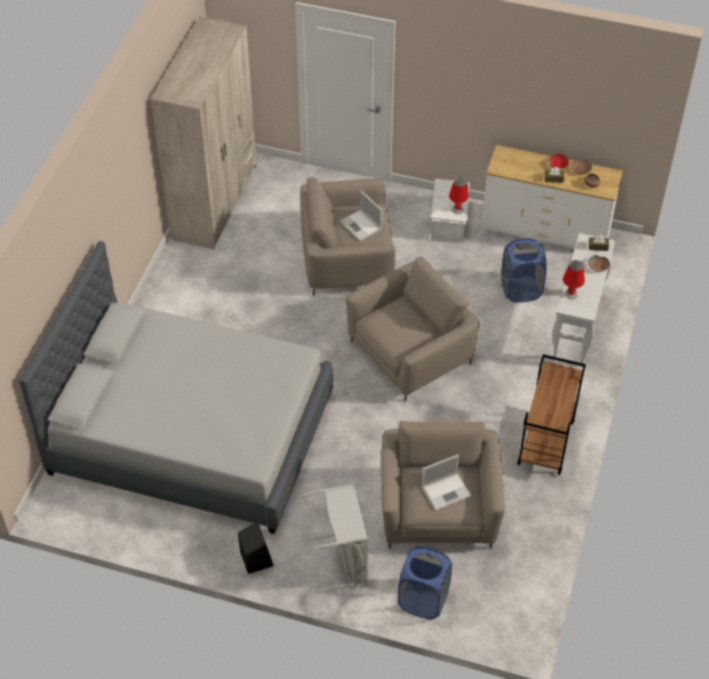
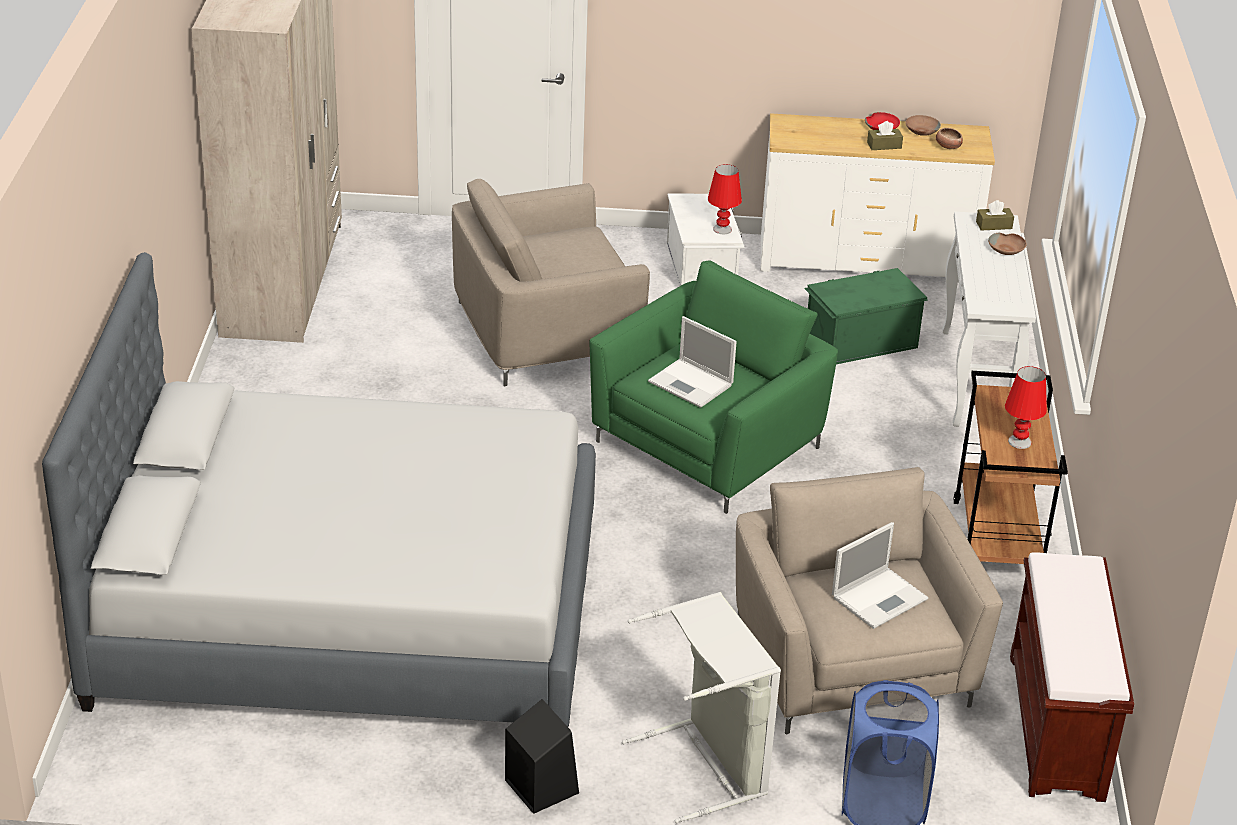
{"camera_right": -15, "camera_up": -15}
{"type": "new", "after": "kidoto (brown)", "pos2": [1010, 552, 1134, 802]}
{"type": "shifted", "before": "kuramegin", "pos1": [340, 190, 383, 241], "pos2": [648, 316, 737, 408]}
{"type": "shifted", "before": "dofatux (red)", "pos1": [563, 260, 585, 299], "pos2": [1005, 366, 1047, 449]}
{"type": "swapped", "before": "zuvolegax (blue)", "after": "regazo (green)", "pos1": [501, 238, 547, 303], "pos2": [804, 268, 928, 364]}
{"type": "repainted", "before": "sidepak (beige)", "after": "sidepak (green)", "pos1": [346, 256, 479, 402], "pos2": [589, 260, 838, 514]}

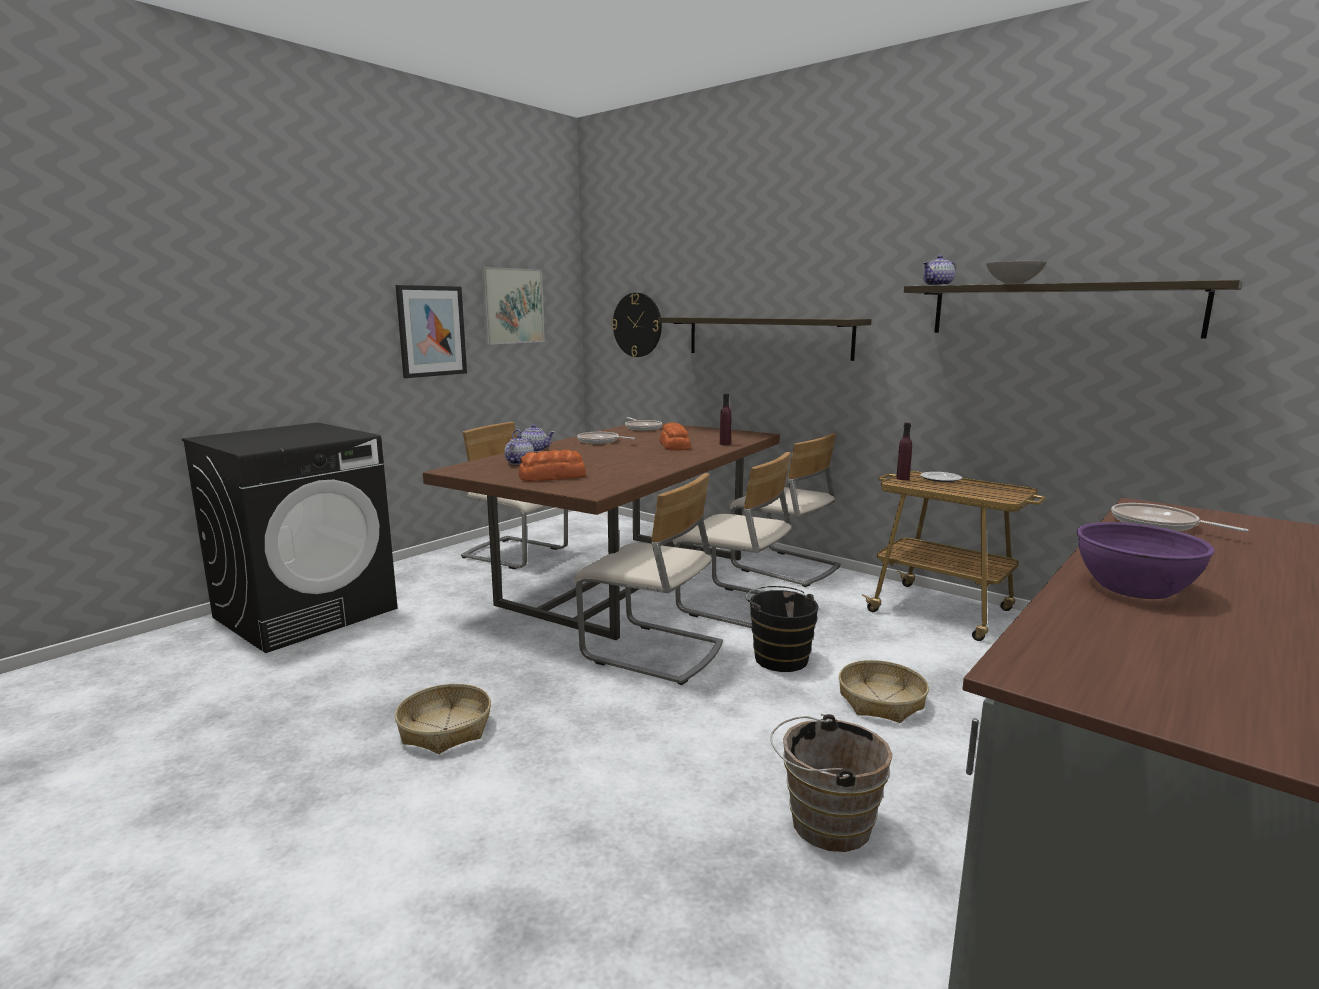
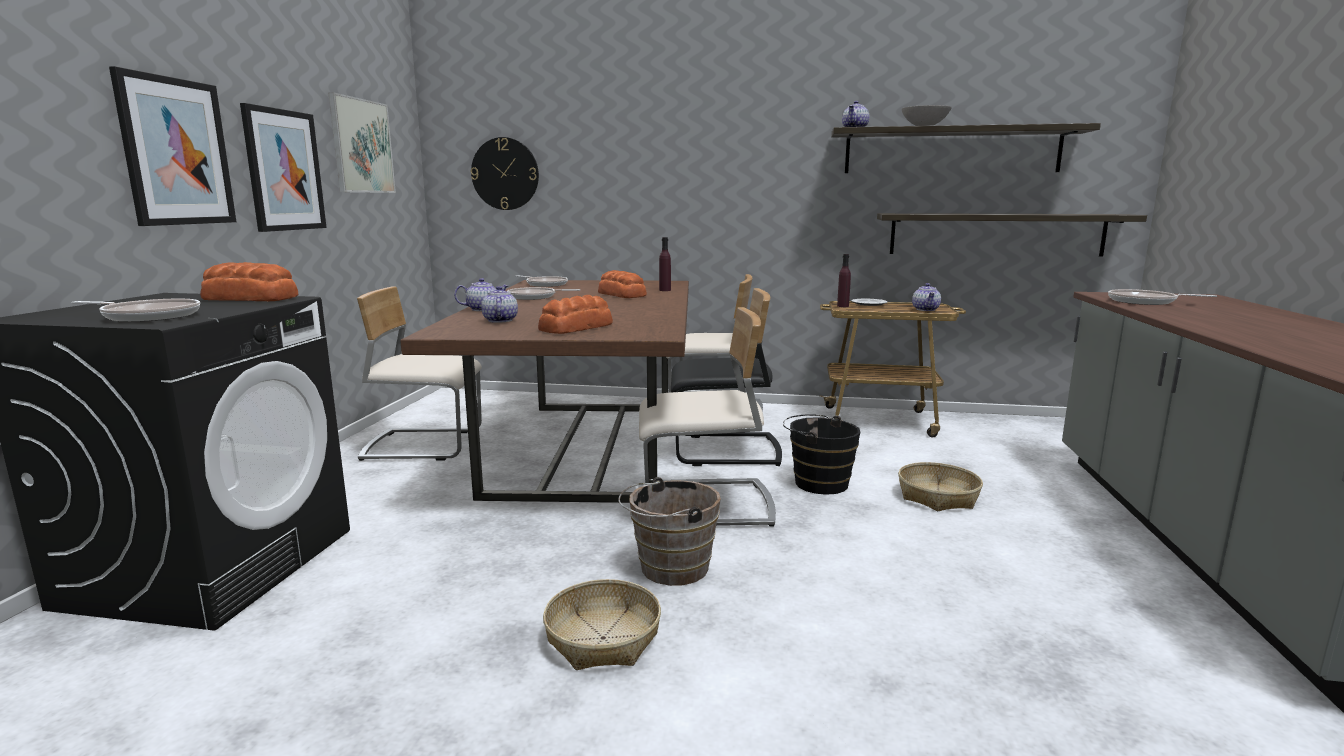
{"camera_right": -30, "camera_up": 0}
{"type": "gone", "before": "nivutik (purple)", "pos1": [1077, 522, 1215, 599]}
{"type": "new", "after": "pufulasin", "pos2": [72, 299, 200, 322]}
{"type": "new", "after": "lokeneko", "pos2": [109, 66, 236, 226]}
{"type": "new", "after": "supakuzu", "pos2": [200, 262, 298, 301]}
{"type": "new", "after": "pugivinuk", "pos2": [912, 283, 941, 311]}
{"type": "shifted", "before": "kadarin", "pos1": [658, 317, 871, 361], "pos2": [877, 213, 1147, 257]}
{"type": "shifted", "before": "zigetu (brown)", "pos1": [770, 714, 893, 852], "pos2": [618, 477, 721, 586]}
{"type": "repainted", "before": "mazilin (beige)", "after": "mazilin (black)", "pos1": [673, 452, 791, 628], "pos2": [671, 288, 782, 466]}

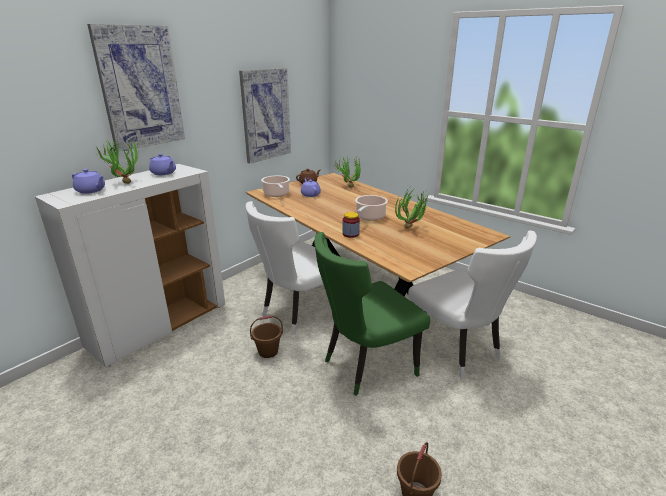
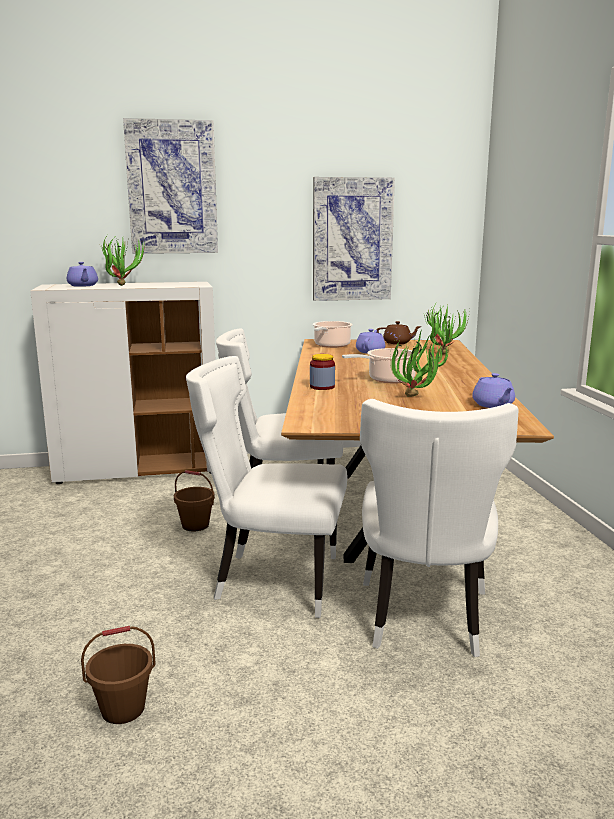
{"camera_right": 40, "camera_up": -10}
{"type": "shifted", "before": "pugivinuk (purple)", "pos1": [149, 154, 176, 175], "pos2": [472, 373, 515, 408]}
{"type": "repainted", "before": "mazilin (green)", "after": "mazilin (white)", "pos1": [314, 232, 430, 396], "pos2": [186, 356, 347, 618]}

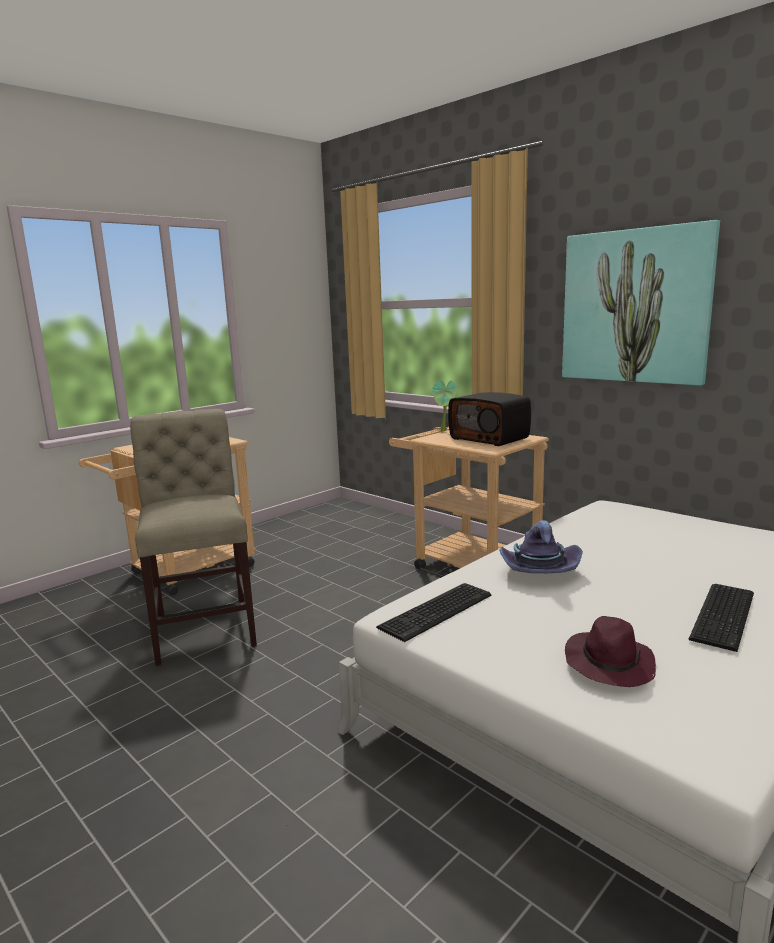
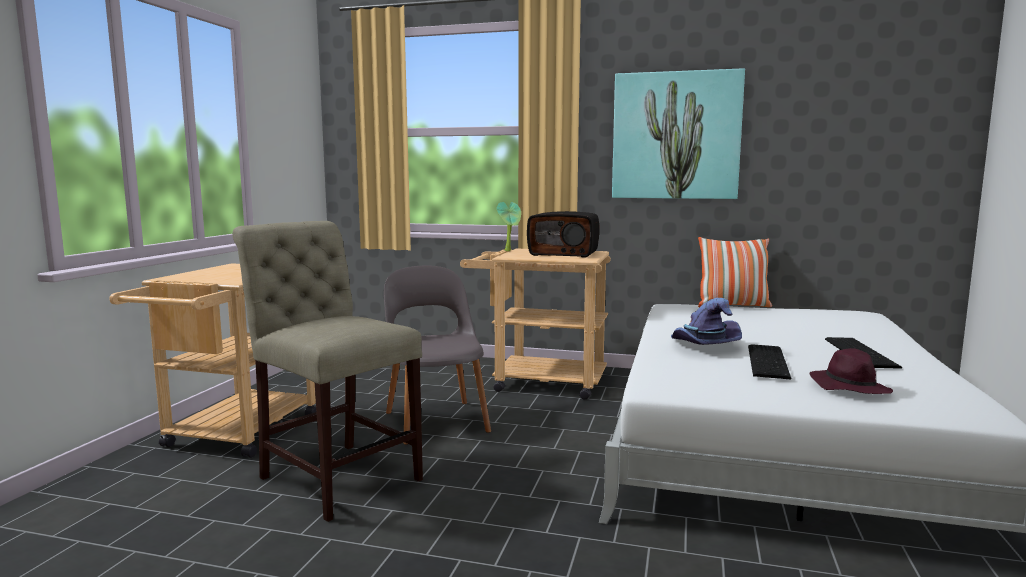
{"camera_right": -30, "camera_up": -5}
{"type": "new", "after": "mazilin (grey)", "pos2": [384, 265, 491, 445]}
{"type": "new", "after": "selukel", "pos2": [698, 237, 772, 307]}
{"type": "shifted", "before": "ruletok", "pos1": [376, 583, 491, 642], "pos2": [748, 344, 792, 379]}

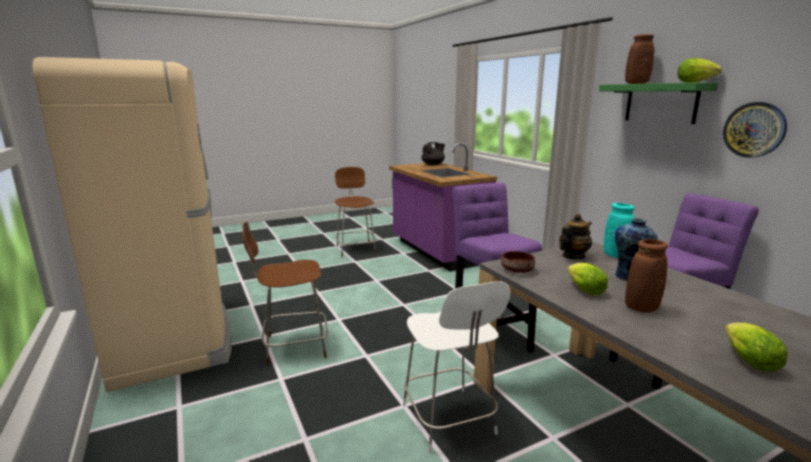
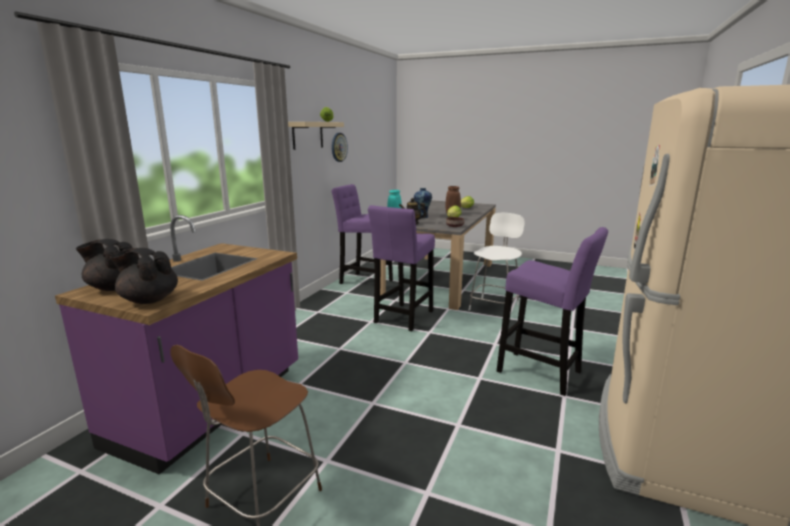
{"camera_right": -130, "camera_up": 0}
{"type": "gone", "before": "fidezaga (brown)", "pos1": [625, 34, 654, 84]}
{"type": "new", "after": "pugivinuk (black)", "pos2": [110, 248, 178, 304]}
{"type": "swapped", "before": "mazilin (brown)", "after": "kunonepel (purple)", "pos1": [242, 222, 328, 366], "pos2": [497, 227, 608, 396]}
{"type": "repainted", "before": "kadarin (green)", "after": "kadarin (beige)", "pos1": [599, 82, 718, 124], "pos2": [288, 122, 344, 150]}

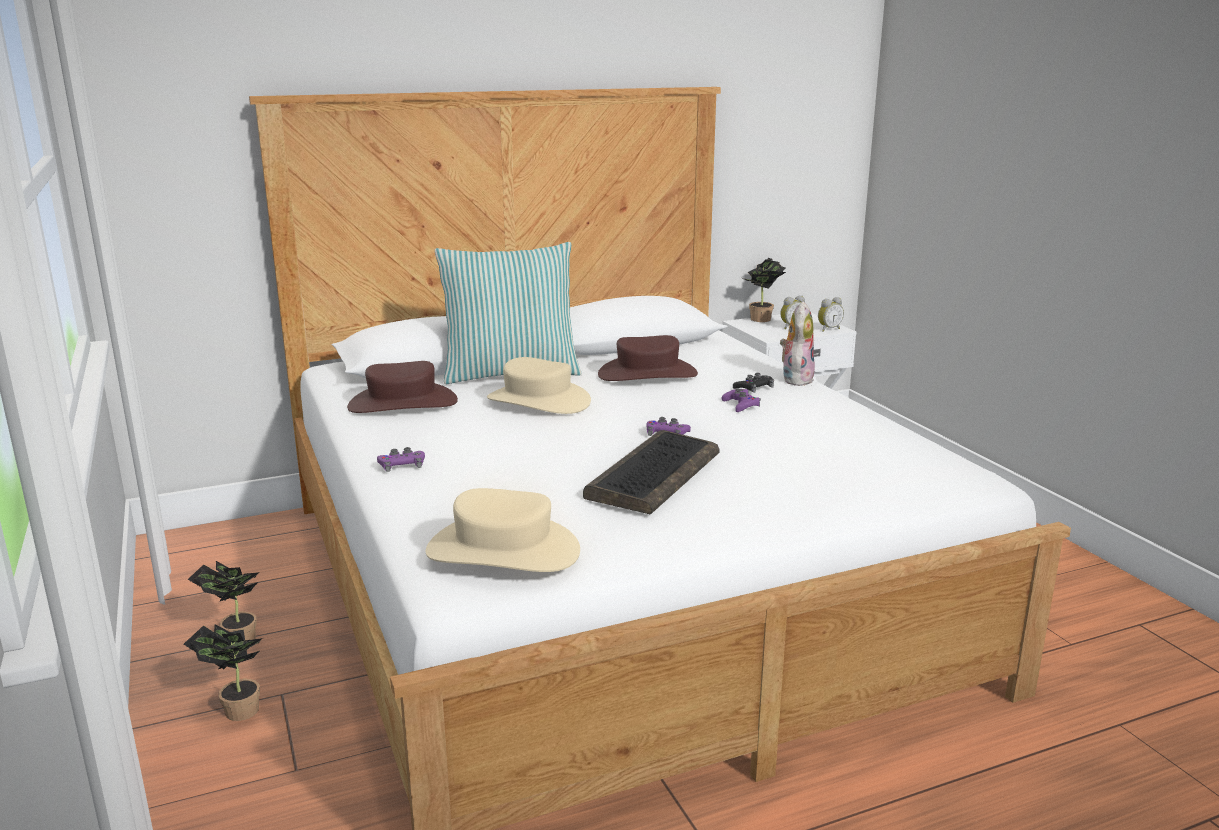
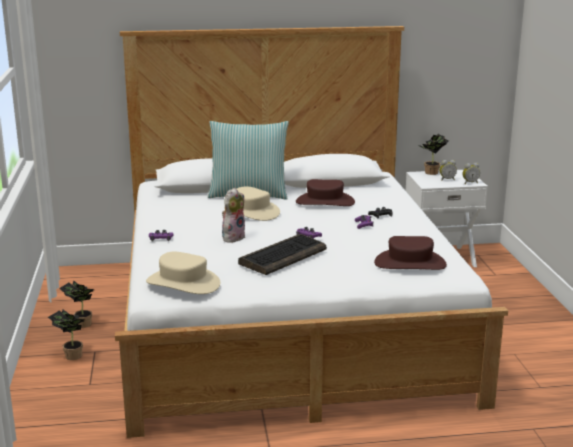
{"camera_right": 15, "camera_up": 0}
{"type": "shifted", "before": "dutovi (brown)", "pos1": [347, 361, 458, 413], "pos2": [374, 236, 447, 270]}
{"type": "shifted", "before": "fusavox", "pos1": [780, 301, 815, 386], "pos2": [222, 188, 246, 243]}

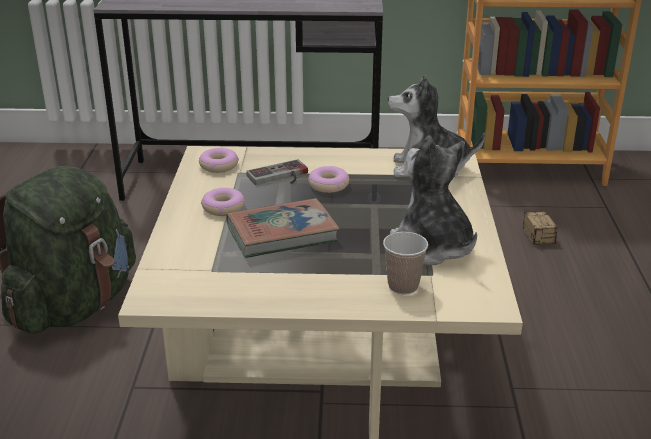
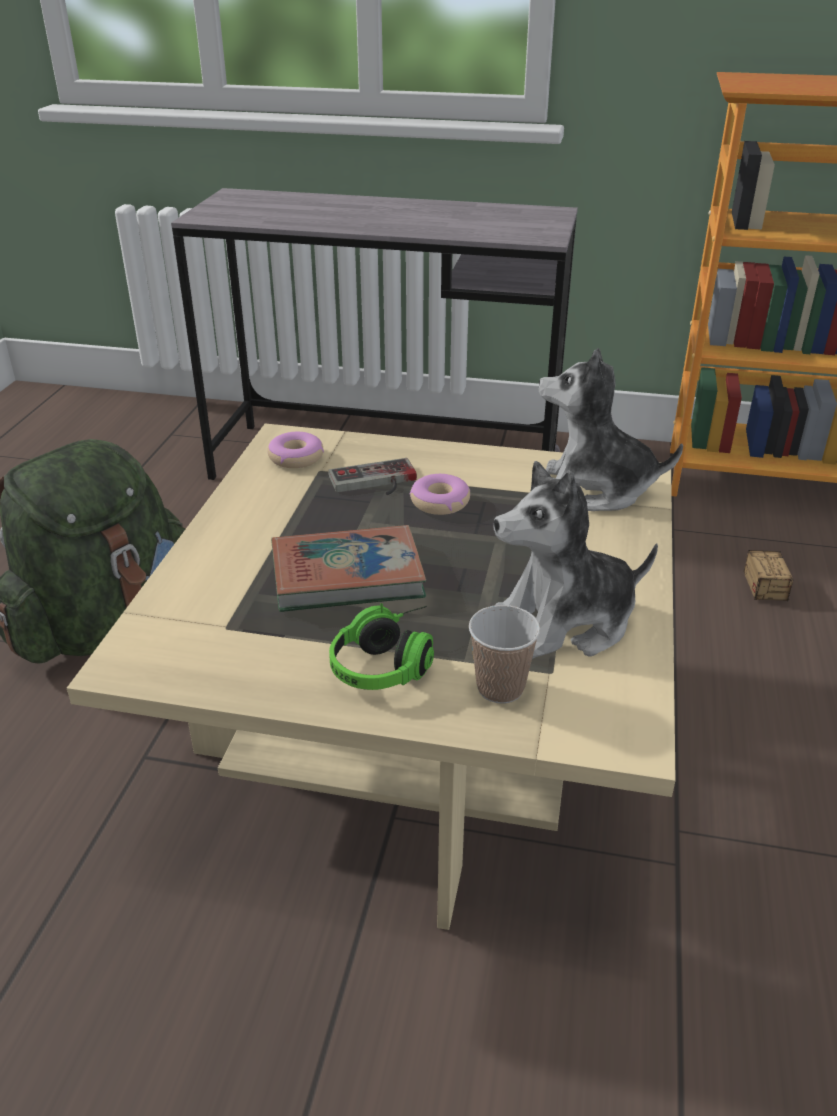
{"camera_right": 10, "camera_up": 5}
{"type": "gone", "before": "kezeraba", "pos1": [201, 188, 245, 216]}
{"type": "new", "after": "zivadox", "pos2": [329, 603, 434, 690]}
{"type": "rotated", "before": "fusavox", "pos1": [390, 136, 477, 265], "pos2": [493, 461, 658, 659], "turn": -90}

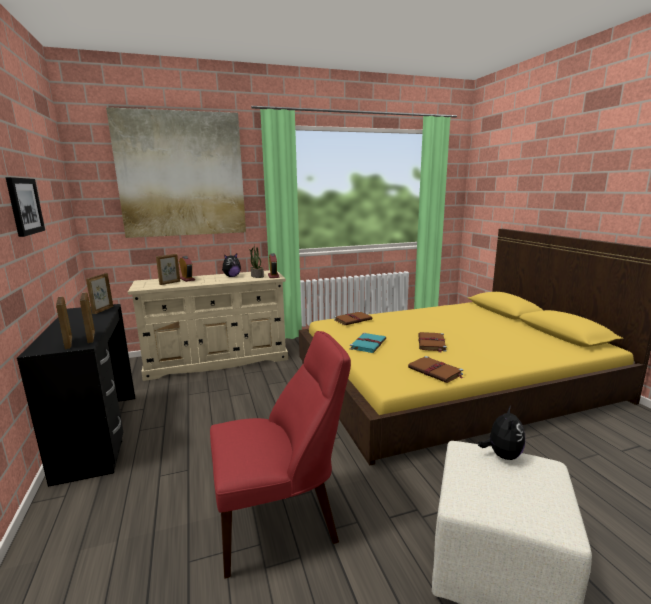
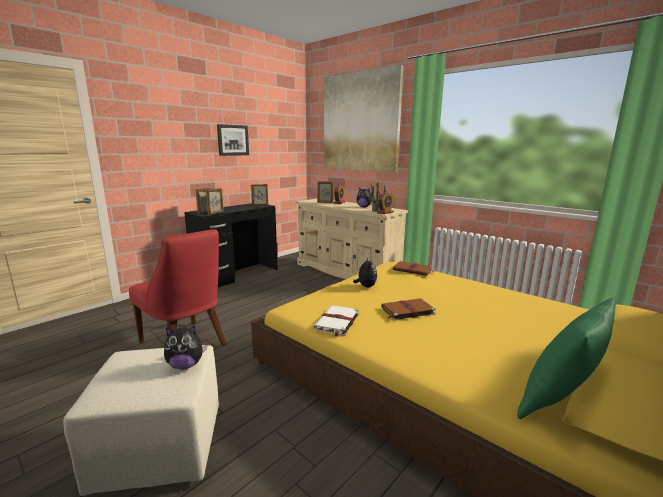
{"camera_right": 60, "camera_up": 0}
{"type": "new", "after": "selukel (green)", "pos2": [517, 297, 617, 419]}
{"type": "swapped", "before": "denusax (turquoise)", "after": "fusavox", "pos1": [350, 333, 386, 353], "pos2": [353, 257, 377, 287]}
{"type": "repainted", "before": "denusax (brown)", "after": "denusax (white)", "pos1": [408, 356, 464, 383], "pos2": [313, 305, 359, 337]}

